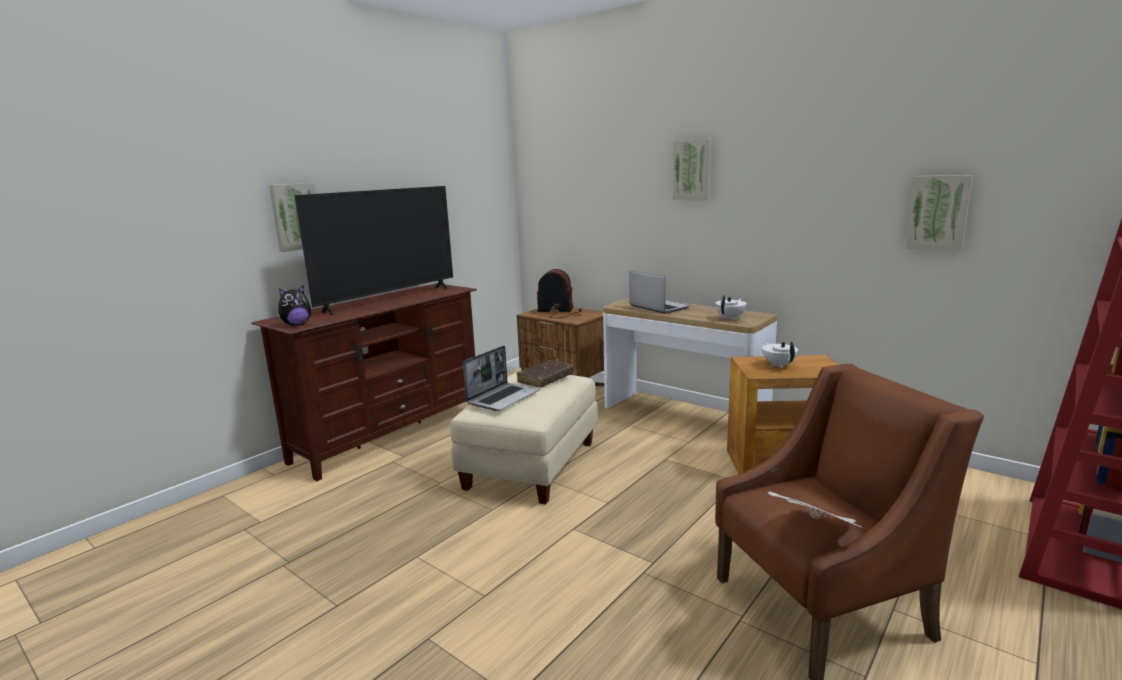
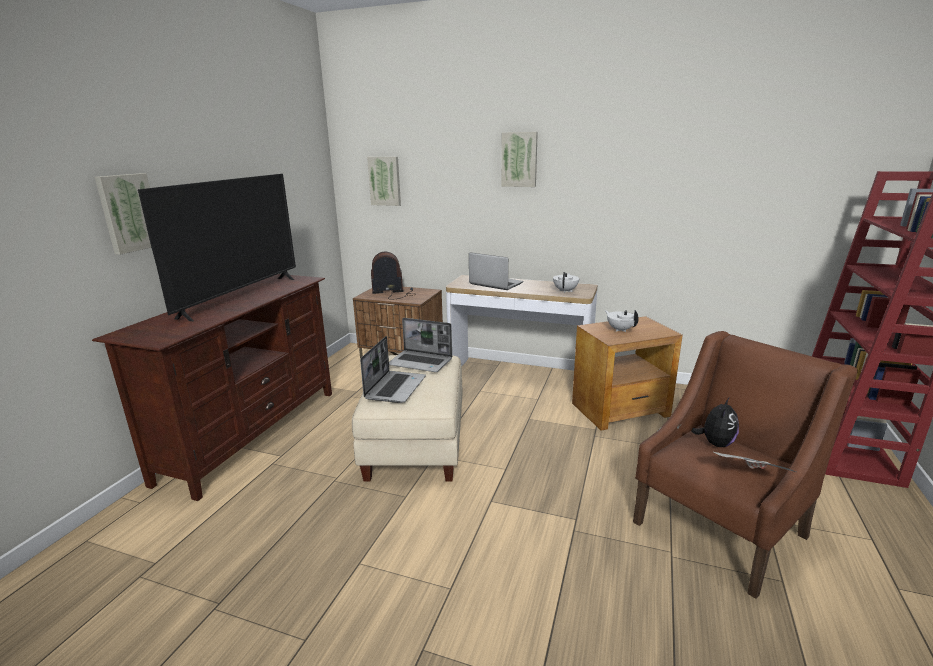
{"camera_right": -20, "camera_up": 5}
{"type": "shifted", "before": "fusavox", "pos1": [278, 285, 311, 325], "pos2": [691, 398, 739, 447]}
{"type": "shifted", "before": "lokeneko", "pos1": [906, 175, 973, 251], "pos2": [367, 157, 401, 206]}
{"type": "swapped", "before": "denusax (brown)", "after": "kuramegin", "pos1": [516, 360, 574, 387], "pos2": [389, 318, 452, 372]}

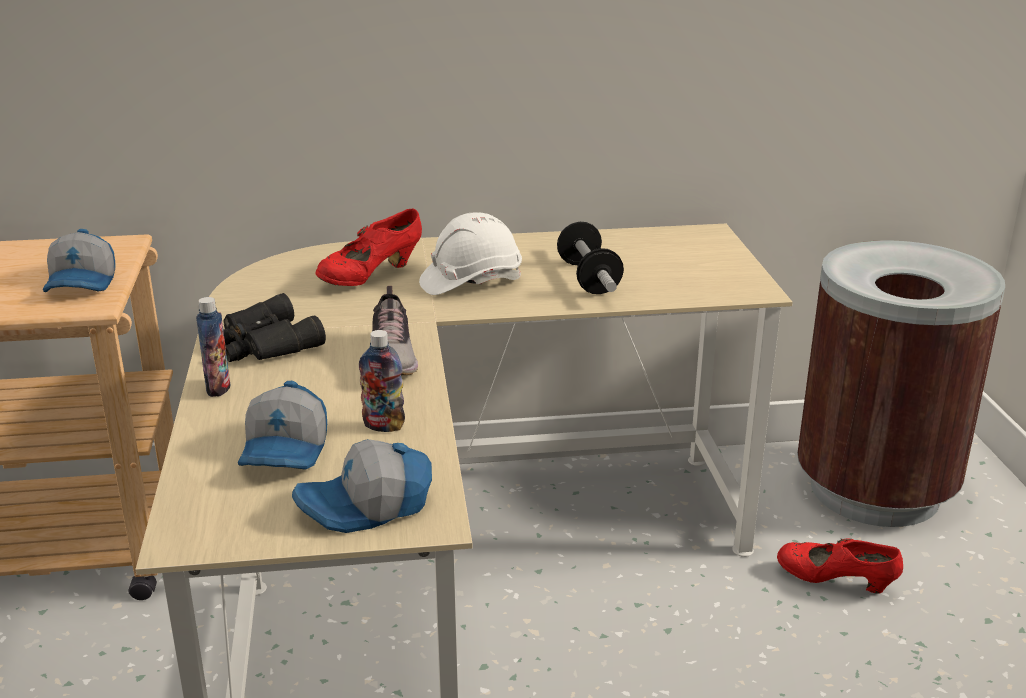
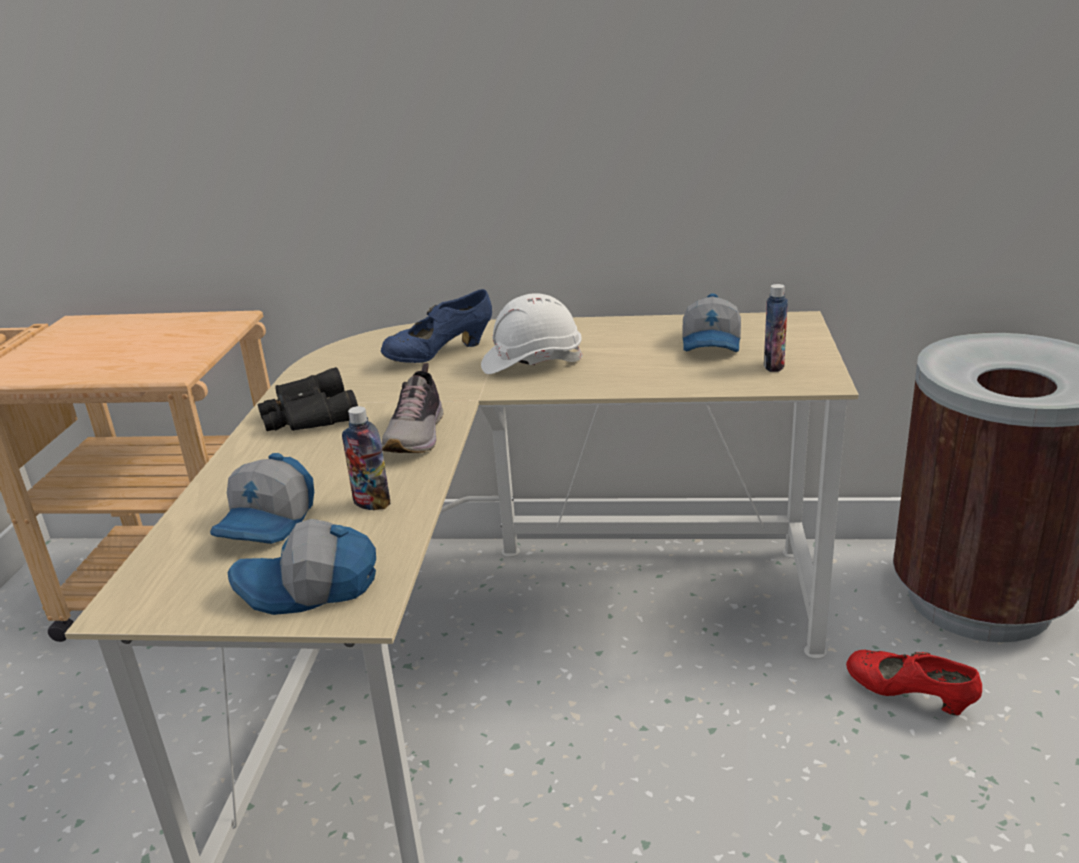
{"camera_right": 15, "camera_up": 0}
{"type": "gone", "before": "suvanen", "pos1": [557, 222, 624, 294]}
{"type": "shifted", "before": "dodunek", "pos1": [43, 229, 115, 292], "pos2": [682, 294, 741, 352]}
{"type": "shifted", "before": "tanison", "pos1": [196, 297, 230, 397], "pos2": [764, 284, 788, 372]}
{"type": "repainted", "before": "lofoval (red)", "after": "lofoval (blue)", "pos1": [316, 208, 422, 286], "pos2": [381, 289, 492, 363]}

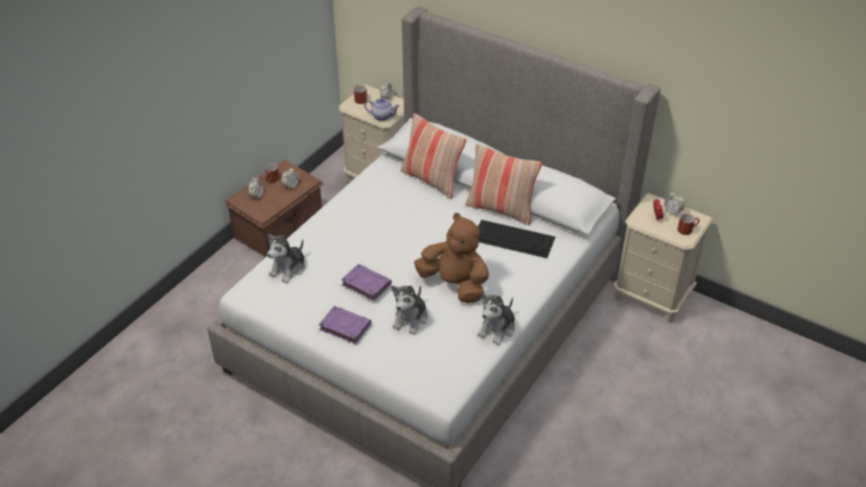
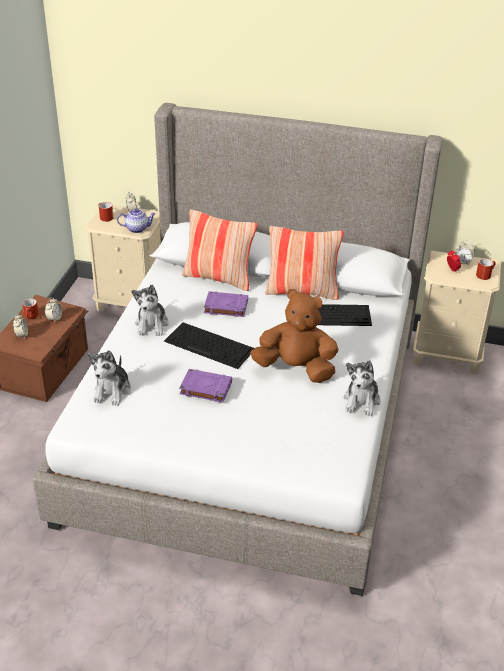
{"camera_right": -20, "camera_up": -5}
{"type": "new", "after": "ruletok", "pos2": [164, 322, 255, 369]}
{"type": "shifted", "before": "denusax (purple)", "pos1": [319, 306, 371, 344], "pos2": [204, 291, 248, 317]}
{"type": "shifted", "before": "fusavox", "pos1": [391, 286, 428, 335], "pos2": [132, 284, 169, 336]}

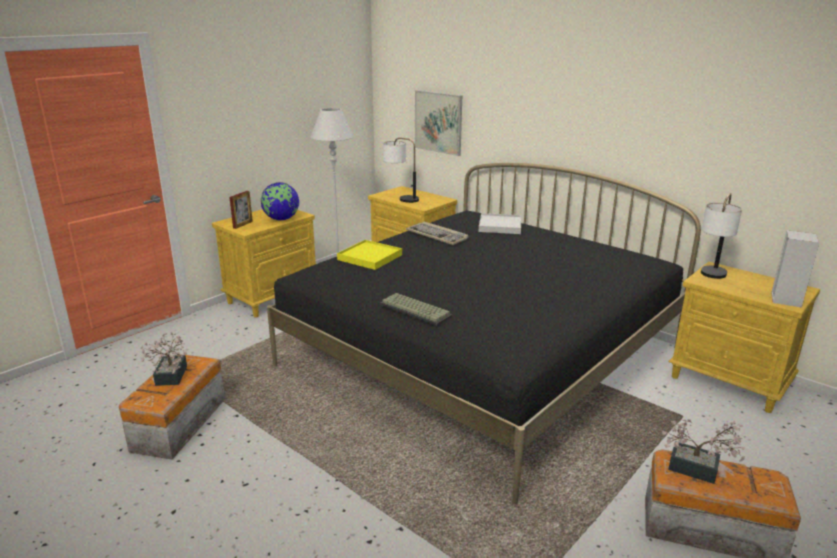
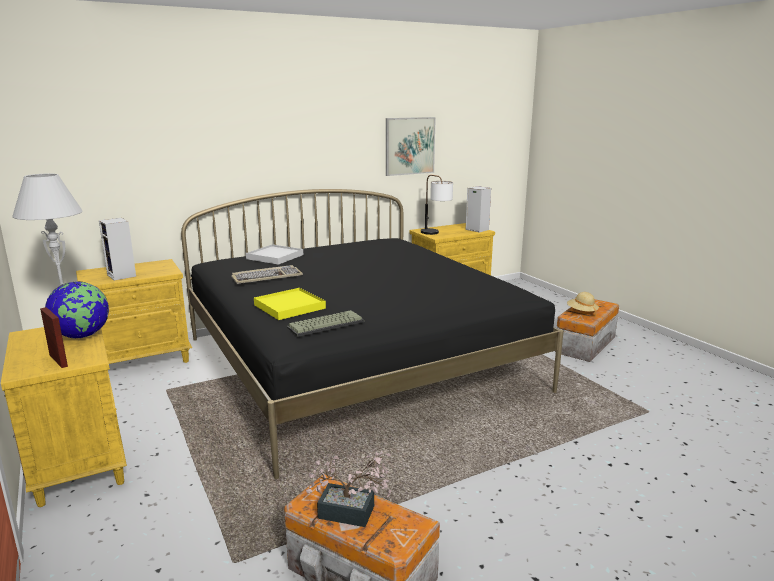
{"camera_right": -70, "camera_up": -5}
{"type": "shifted", "before": "ruletok", "pos1": [380, 293, 452, 326], "pos2": [287, 310, 365, 337]}
{"type": "shifted", "before": "lokeneko", "pos1": [415, 90, 462, 156], "pos2": [386, 117, 436, 176]}
{"type": "swapped", "before": "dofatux", "after": "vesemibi", "pos1": [383, 138, 419, 203], "pos2": [99, 218, 136, 281]}
{"type": "swapped", "before": "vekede", "after": "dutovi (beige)", "pos1": [662, 419, 745, 484], "pos2": [567, 292, 599, 317]}

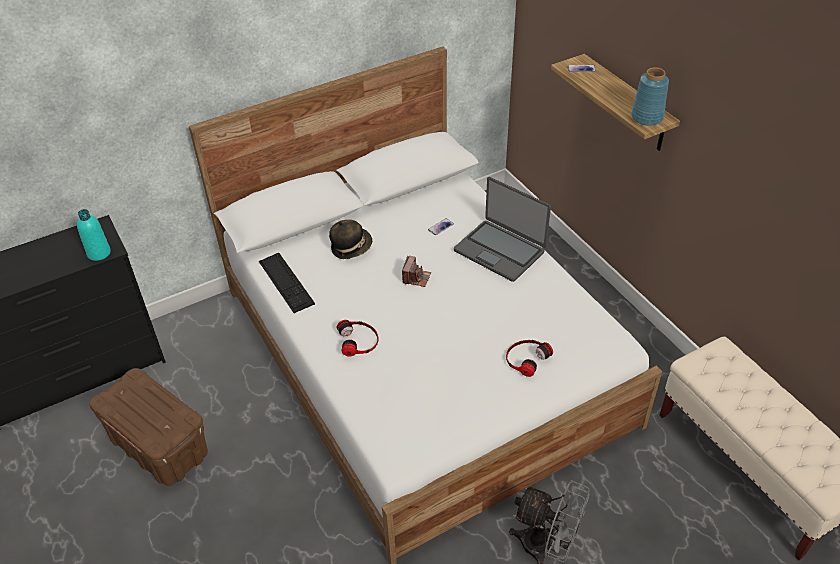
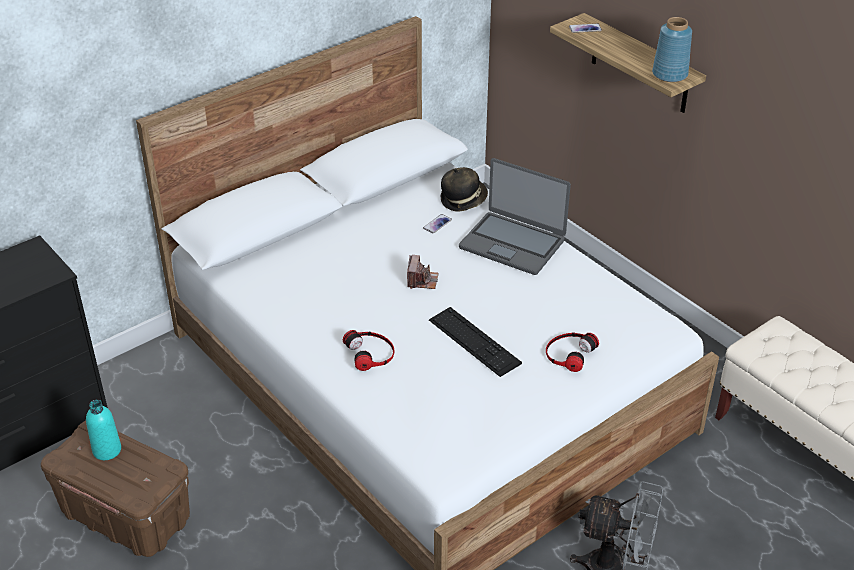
{"camera_right": -10, "camera_up": -5}
{"type": "shifted", "before": "tanison (turquoise)", "pos1": [77, 209, 111, 261], "pos2": [86, 400, 121, 460]}
{"type": "shifted", "before": "ruletok", "pos1": [259, 253, 315, 313], "pos2": [429, 307, 522, 377]}
{"type": "shifted", "before": "dutovi", "pos1": [329, 220, 372, 259], "pos2": [441, 167, 488, 212]}

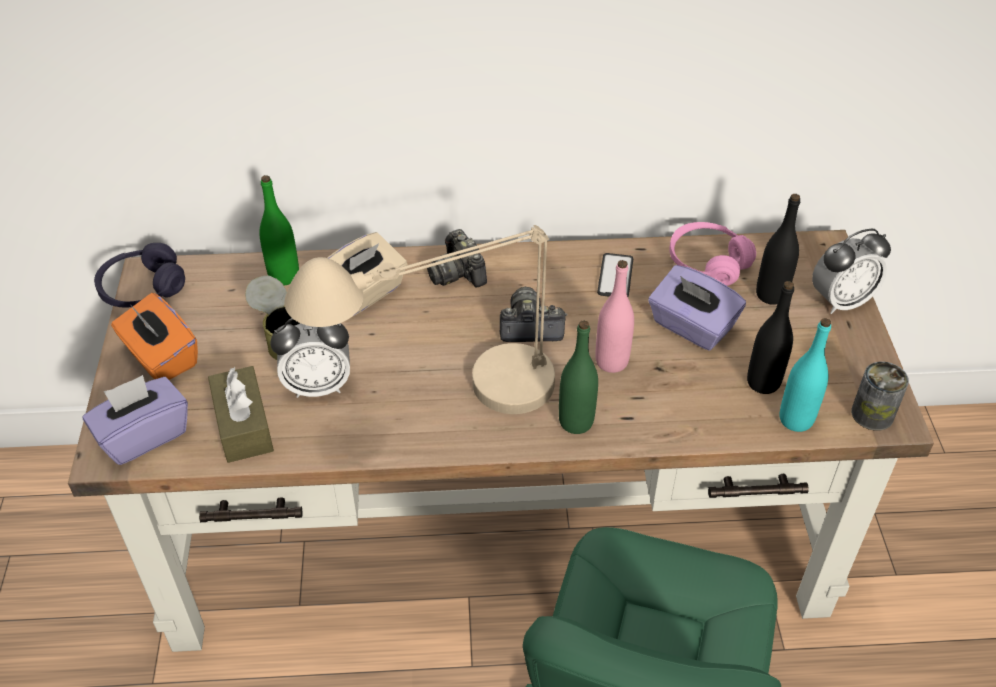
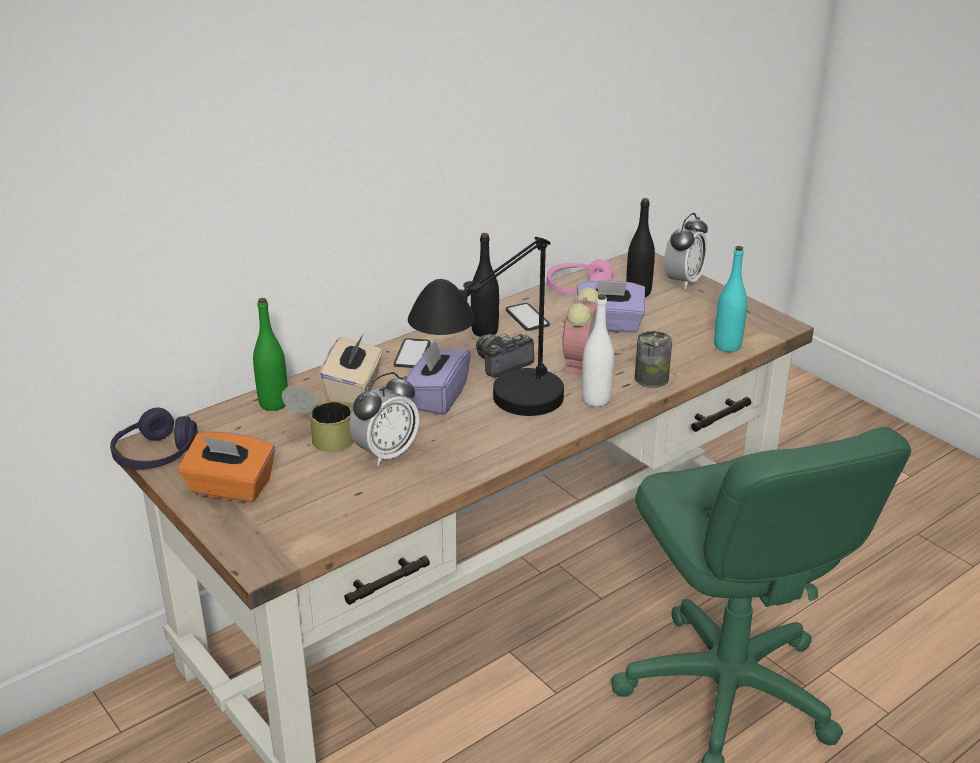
{"camera_right": -35, "camera_up": -15}
{"type": "gone", "before": "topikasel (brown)", "pos1": [208, 366, 274, 463]}
{"type": "shifted", "before": "topikasel (purple)", "pos1": [82, 375, 188, 465], "pos2": [406, 339, 471, 415]}
{"type": "shifted", "before": "tanison (black)", "pos1": [747, 281, 794, 394], "pos2": [471, 233, 499, 337]}
{"type": "shifted", "before": "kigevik", "pos1": [851, 362, 909, 431], "pos2": [635, 331, 672, 388]}
{"type": "swapped", "before": "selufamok", "after": "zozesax", "pos1": [427, 229, 487, 287], "pos2": [394, 338, 430, 368]}
{"type": "swapped", "before": "tanison (pink)", "after": "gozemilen", "pos1": [595, 260, 634, 373], "pos2": [562, 288, 599, 375]}
{"type": "repainted", "before": "dofatux (beige)", "after": "dofatux (black)", "pos1": [284, 225, 555, 414], "pos2": [408, 237, 564, 416]}
{"type": "repainted", "before": "tanison (green)", "after": "tanison (white)", "pos1": [559, 321, 598, 434], "pos2": [582, 294, 614, 407]}

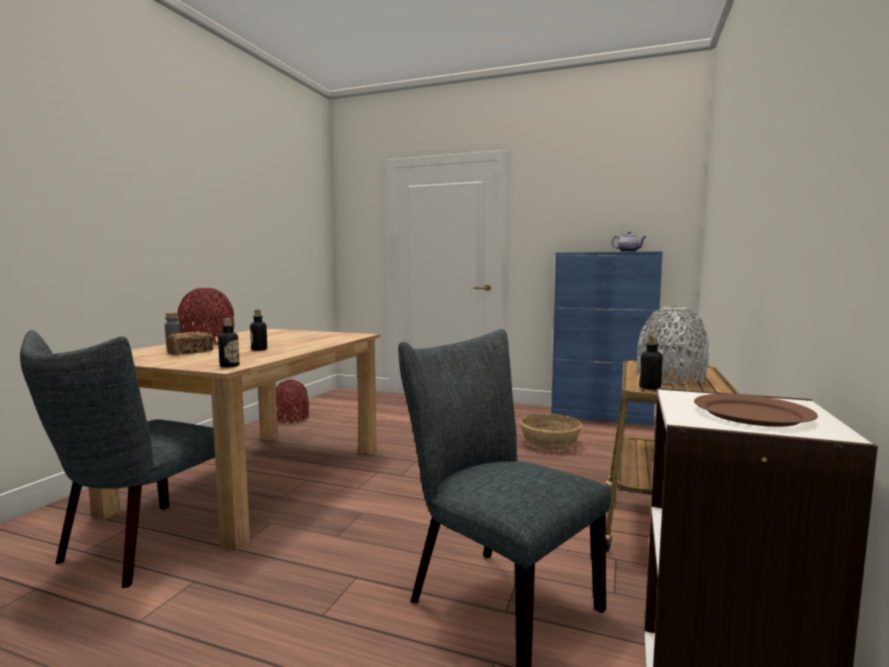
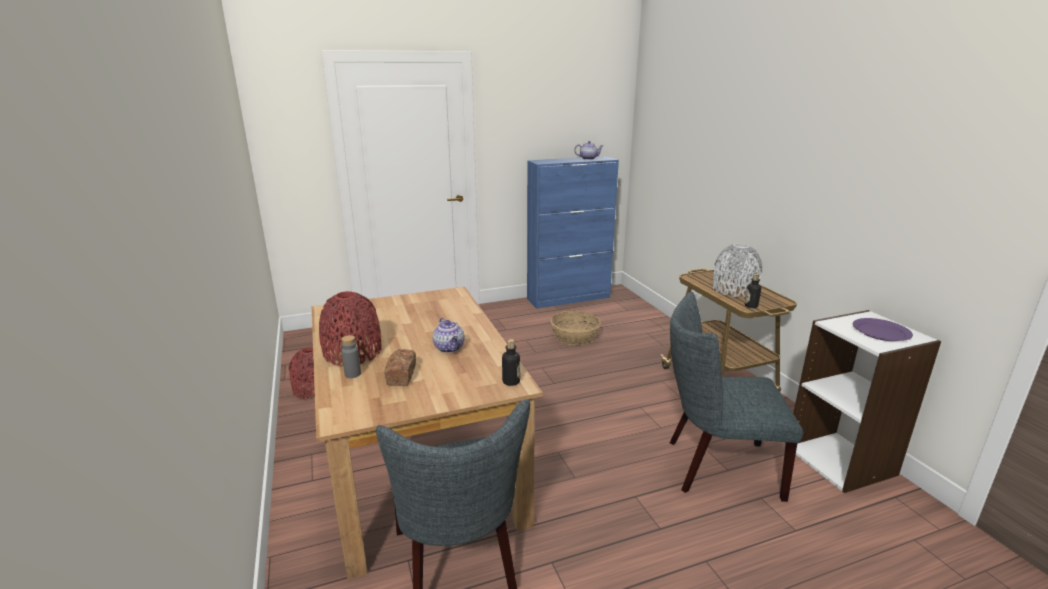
{"camera_right": -40, "camera_up": 15}
{"type": "swapped", "before": "tanison", "after": "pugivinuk", "pos1": [250, 310, 267, 351], "pos2": [432, 318, 465, 353]}
{"type": "repainted", "before": "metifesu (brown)", "after": "metifesu (purple)", "pos1": [694, 394, 818, 427], "pos2": [853, 318, 913, 341]}

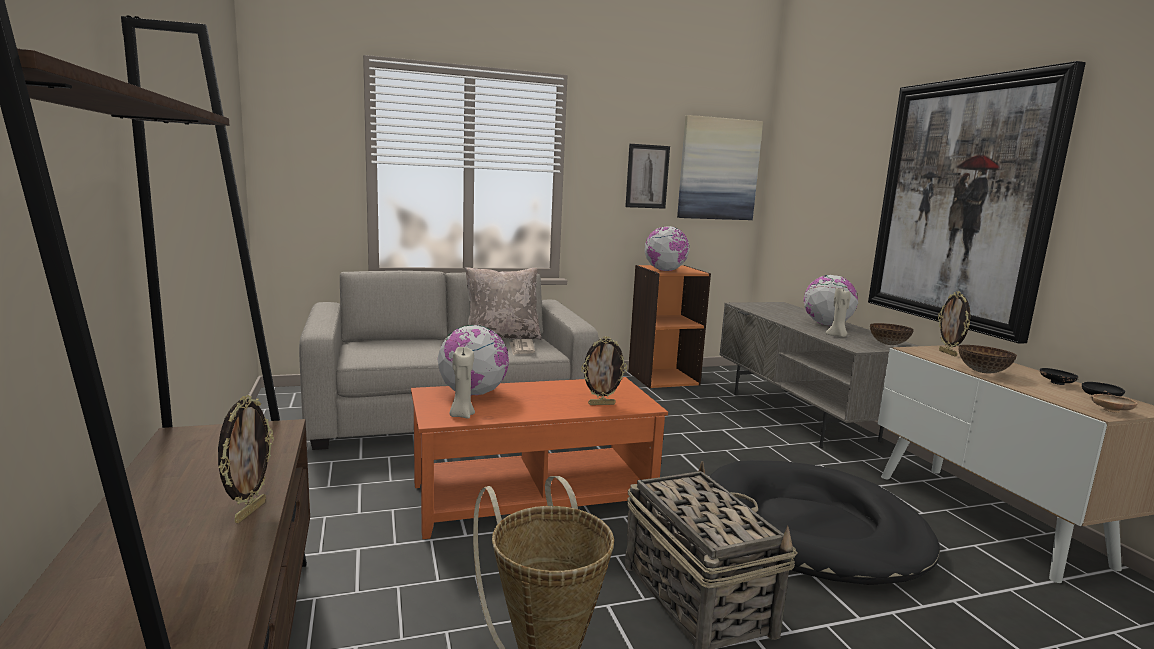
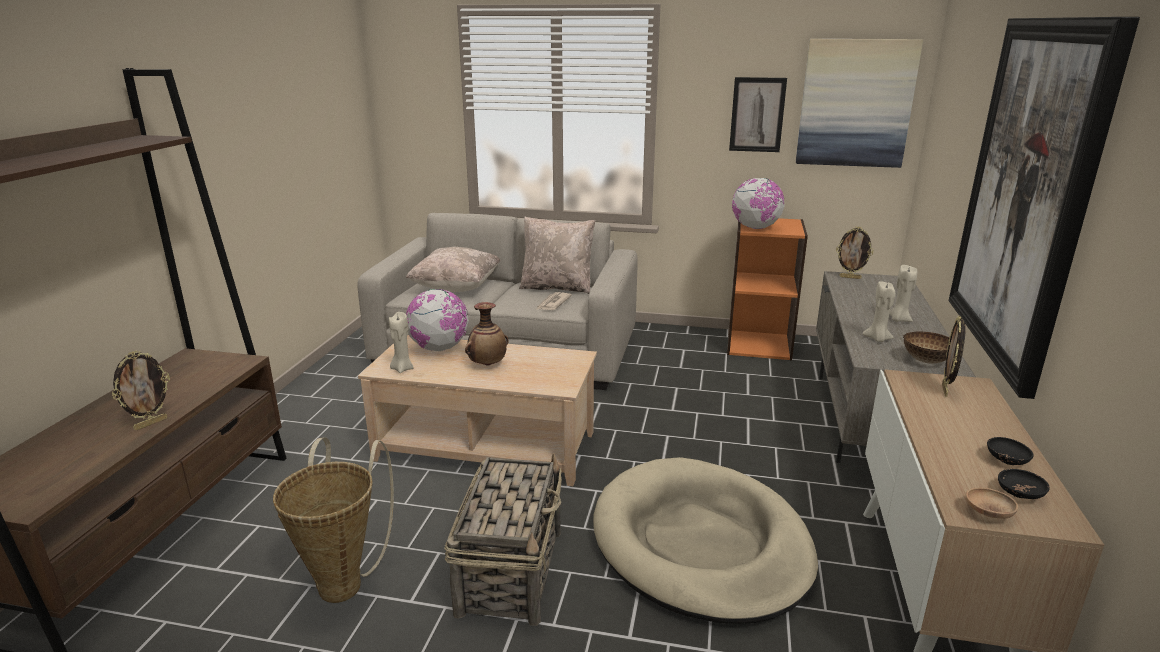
{"camera_right": 30, "camera_up": 10}
{"type": "gone", "before": "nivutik", "pos1": [958, 345, 1017, 373]}
{"type": "new", "after": "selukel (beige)", "pos2": [406, 247, 500, 292]}
{"type": "new", "after": "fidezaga", "pos2": [465, 302, 508, 366]}
{"type": "shifted", "before": "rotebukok", "pos1": [581, 336, 627, 405], "pos2": [836, 227, 874, 279]}
{"type": "swapped", "before": "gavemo", "after": "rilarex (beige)", "pos1": [804, 275, 858, 326], "pos2": [889, 265, 917, 322]}
{"type": "repainted", "before": "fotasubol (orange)", "after": "fotasubol (beige)", "pos1": [411, 377, 668, 539], "pos2": [358, 335, 597, 486]}
{"type": "repainted", "before": "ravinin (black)", "after": "ravinin (beige)", "pos1": [710, 460, 940, 585], "pos2": [593, 457, 818, 624]}

